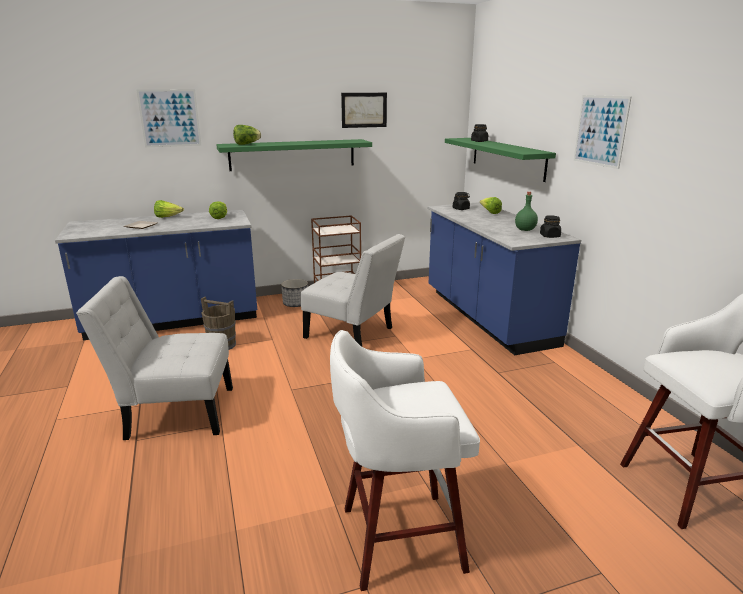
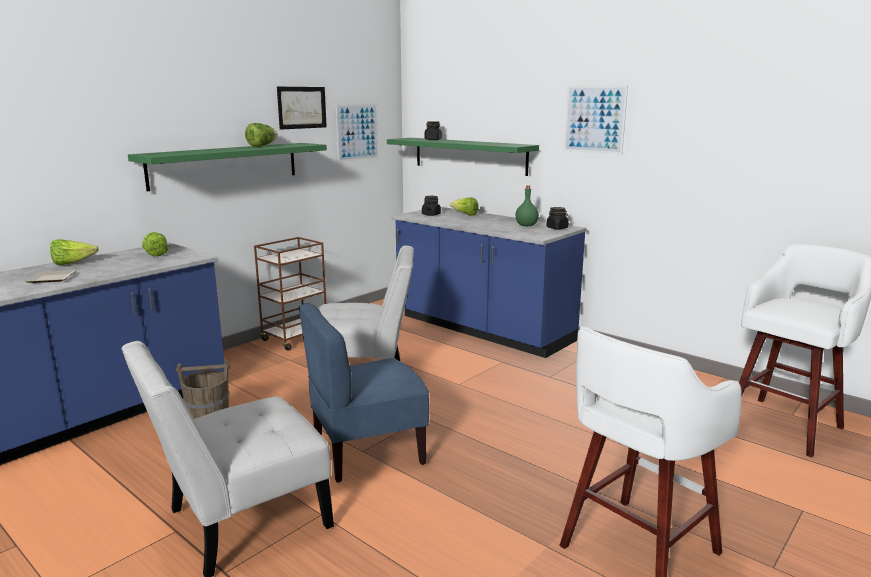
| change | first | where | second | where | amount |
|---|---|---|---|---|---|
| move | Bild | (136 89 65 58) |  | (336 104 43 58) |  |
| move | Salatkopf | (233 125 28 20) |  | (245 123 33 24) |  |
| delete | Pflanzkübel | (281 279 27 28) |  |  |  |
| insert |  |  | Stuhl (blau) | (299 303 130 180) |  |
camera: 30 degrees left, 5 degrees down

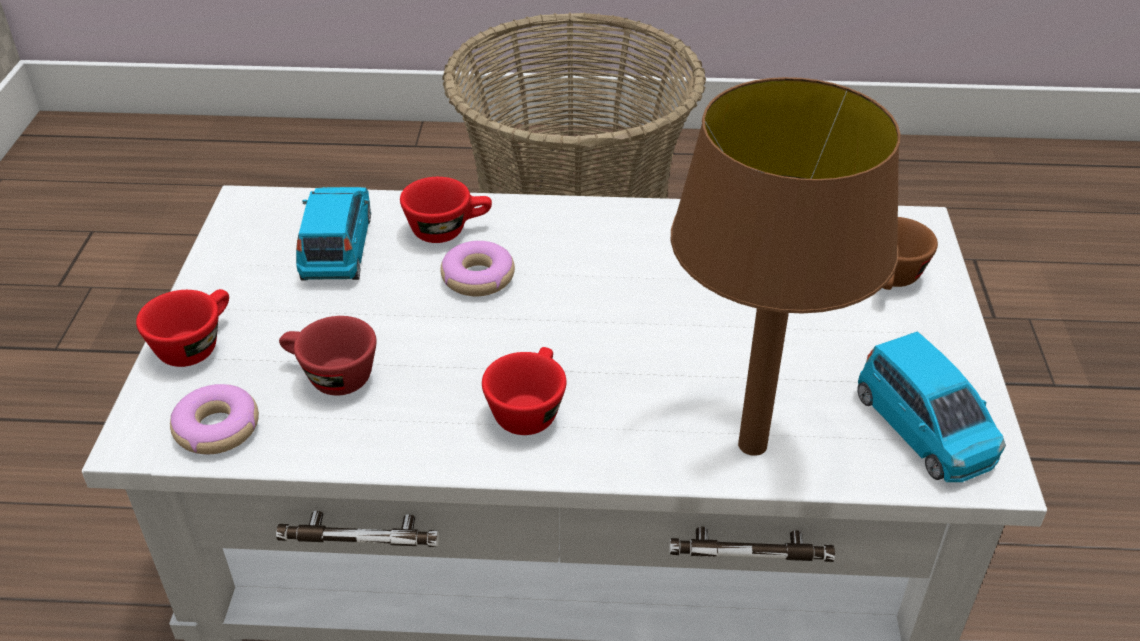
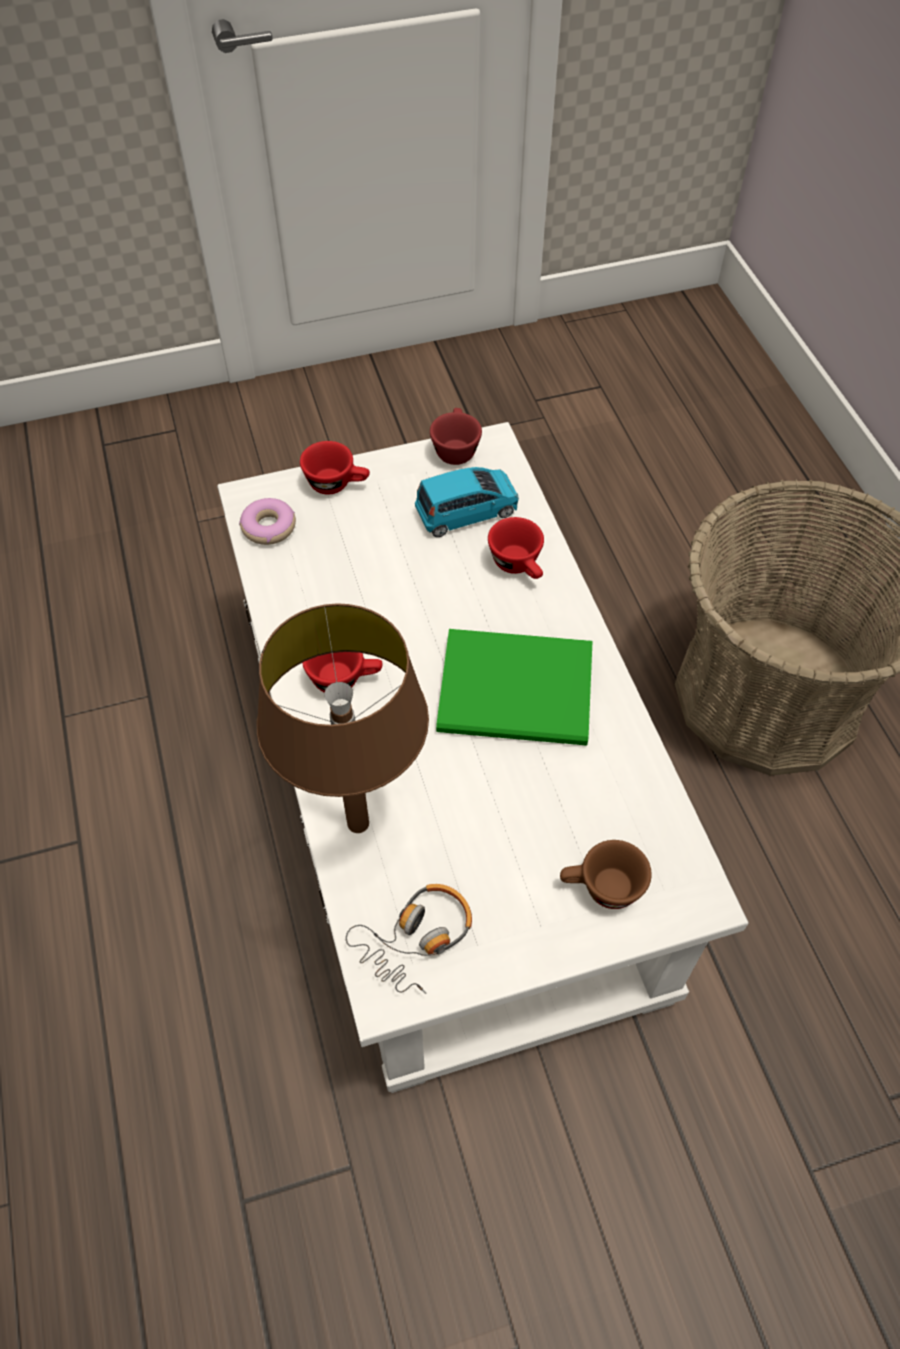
| change | first | where | second | where | amount |
|---|---|---|---|---|---|
| move | Tasse (rot) | (279 316 98 79) |  | (430 408 52 57) |  |
| delete | Donut | (440 241 75 55) |  |  |  |
| replace | Spielzeugauto (blau) | (857 331 149 151) | Kopfhörer | (346 884 126 110) |  |
| insert |  |  | Buch (grün) | (436 629 157 117) |  |
camera: 70 degrees right, 15 degrees up

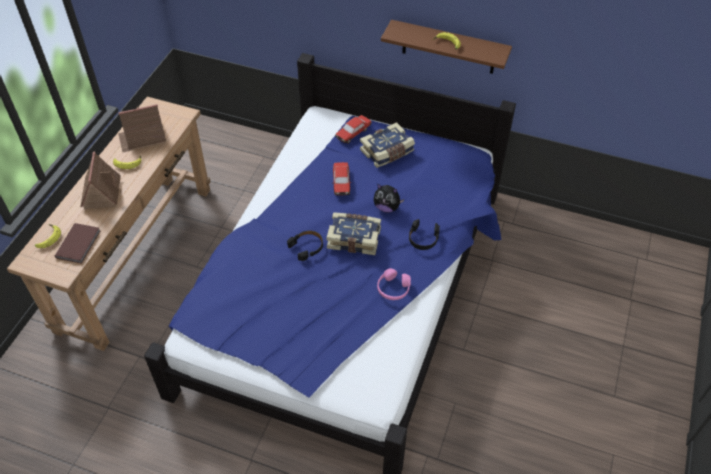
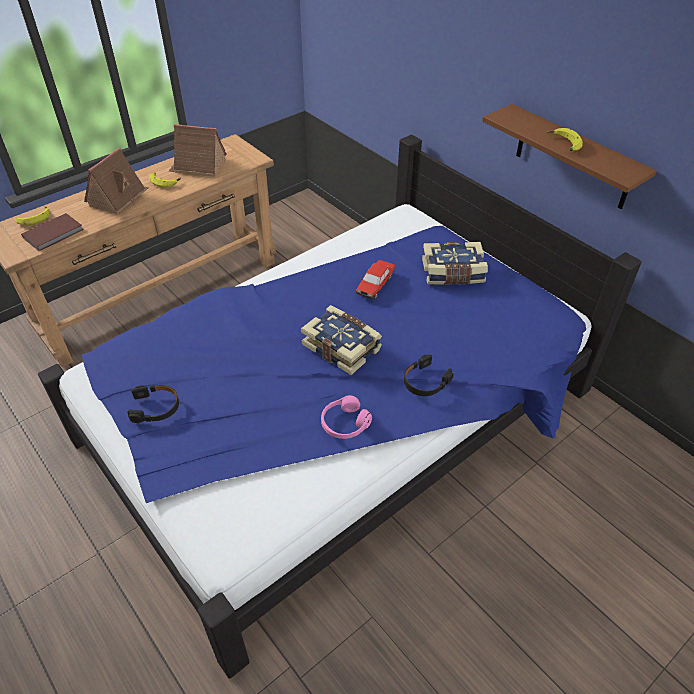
| change | first | where | second | where | amount |
|---|---|---|---|---|---|
| move | Kopfhörer (schwarz) | (287 230 36 31) |  | (127 385 52 38) |  |
| delete | Spielzeugauto | (335 115 36 29) |  |  |  |
| delete | Plüschtier | (374 184 30 29) |  |  |  |
camera: 30 degrees right, 5 degrees down

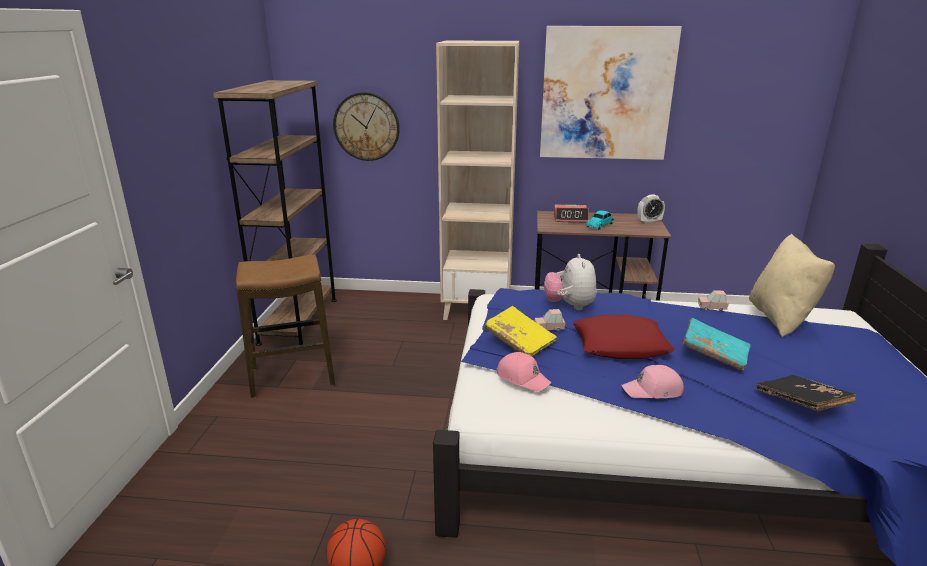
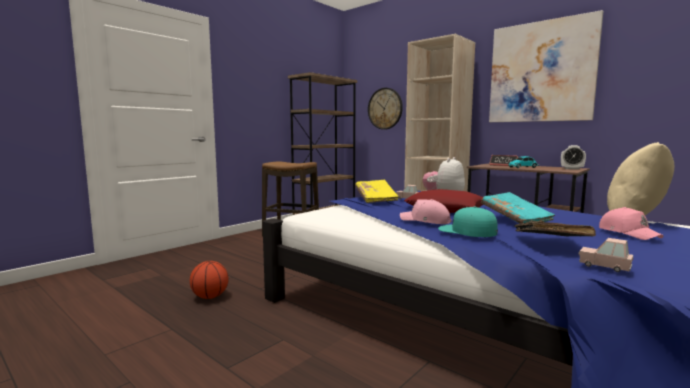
| change | first | where | second | where | amount |
|---|---|---|---|---|---|
| move | Kappe (rosa) | (497 352 54 40) |  | (599 207 64 33) |  |
| move | Spielzeugauto (rosa) | (698 290 31 21) |  | (579 238 54 34) |  |
| insert |  |  | Kappe (türkis) | (438 206 60 31) |  |
camera: 35 degrees right, 15 degrees down

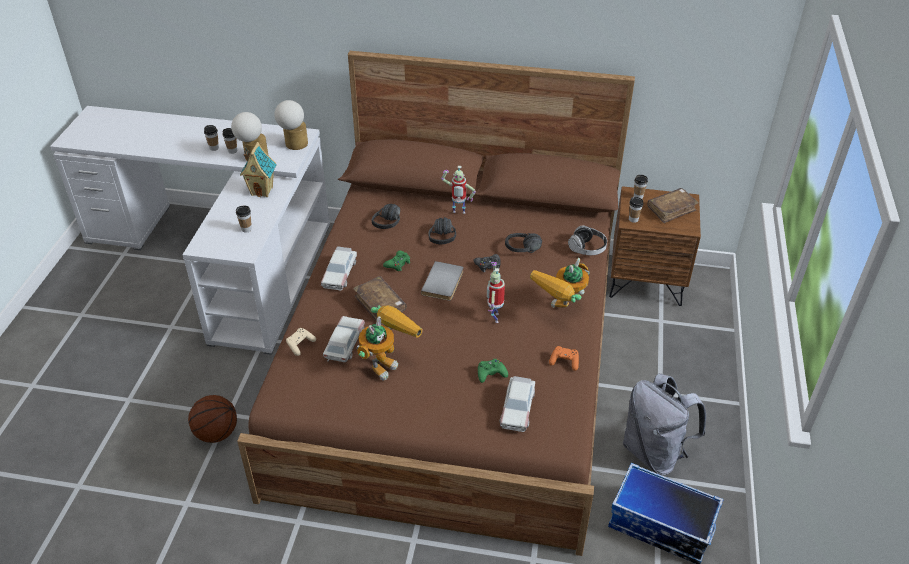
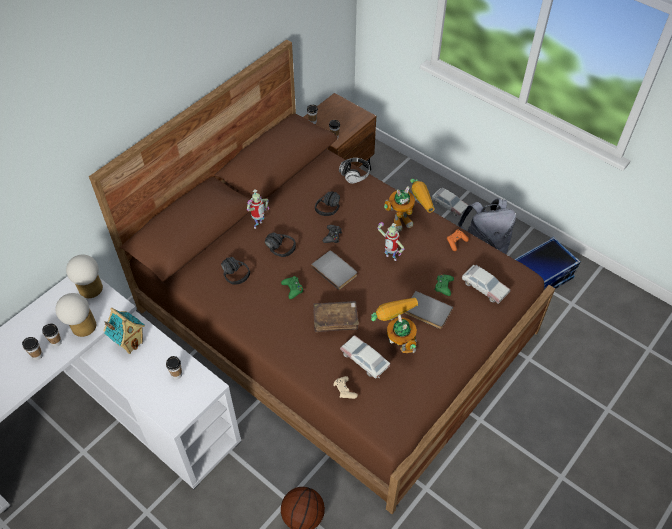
| change | first | where | second | where | amount |
|---|---|---|---|---|---|
| move | Spielzeugauto | (321 246 36 44) |  | (431 187 38 30) |  |
| rotate | Spielzeugroboter | (530 258 60 50) |  | (384 179 51 52) | 90 degrees counterclockwise |
| delete | Buch (braun) | (647 188 52 35) |  |  |  |
| insert |  |  | Buch (grau) | (405 291 48 38) |  |
camera: 60 degrees left, 10 degrees up

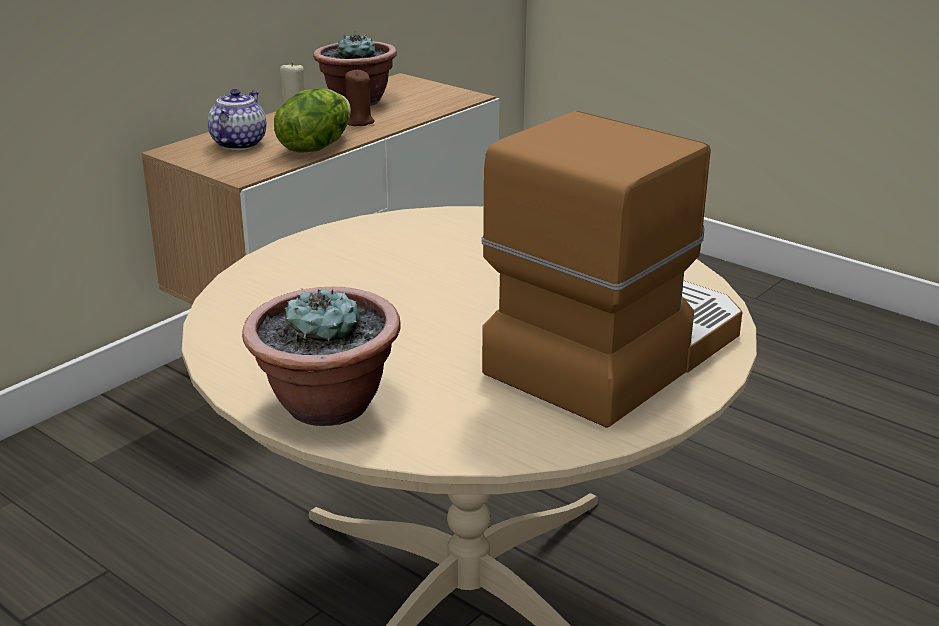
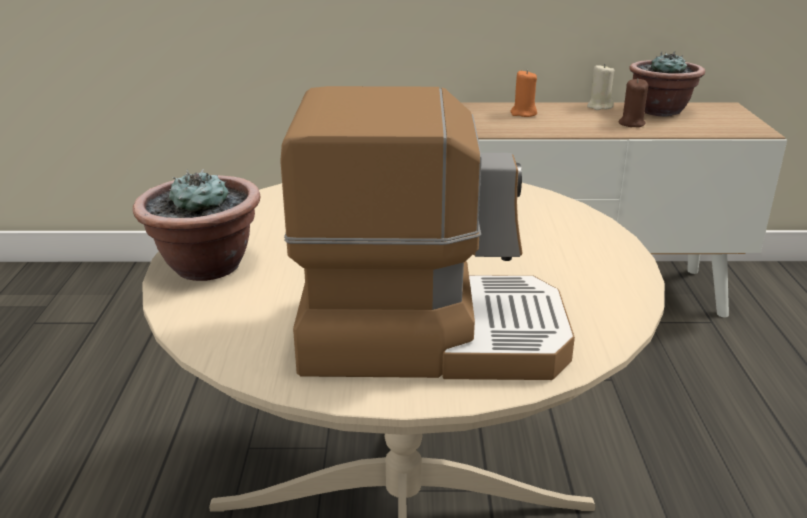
| change | first | where | second | where | amount |
|---|---|---|---|---|---|
| replace | Teekanne | (208 89 58 61) | Kerze (orange) | (510 70 27 47) |  |
| delete | Salatkopf | (274 88 77 64) |  |  |  |
camera: 50 degrees right, 0 degrees up

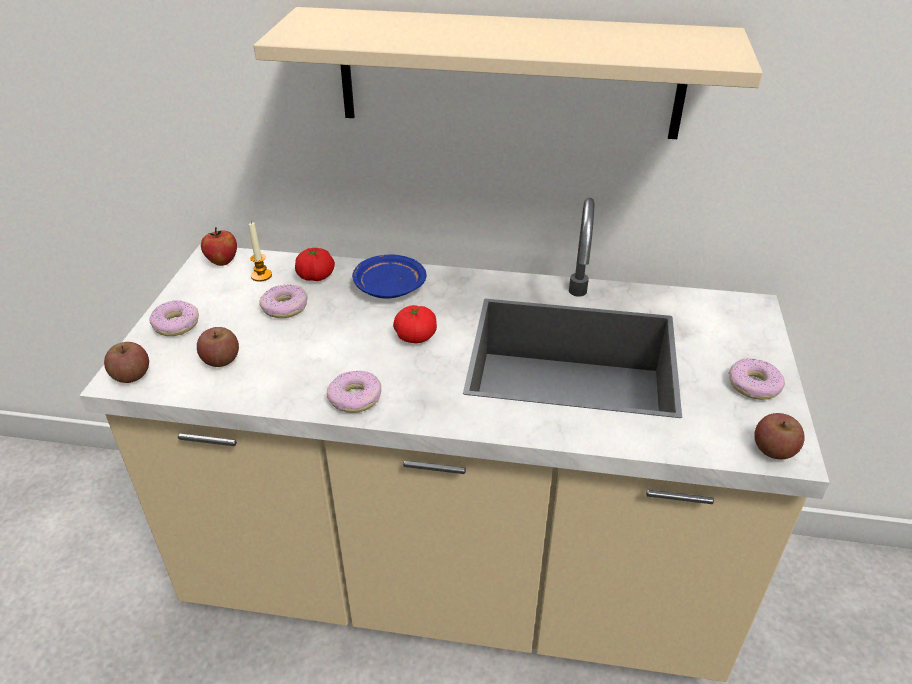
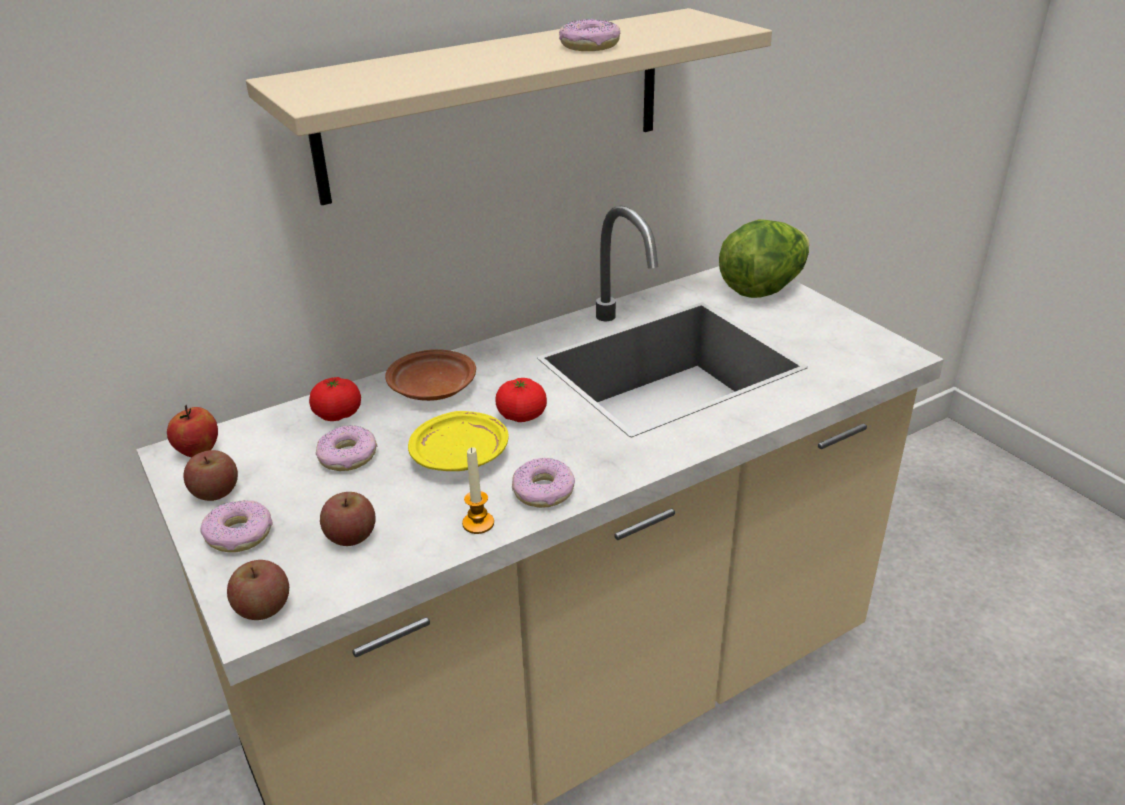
| change | first | where | second | where | amount |
|---|---|---|---|---|---|
| move | Kerze | (249 222 23 60) |  | (462 447 32 87) |  |
| recolor | Teller (blau) | (352 255 74 43) | Teller (braun) | (385 349 91 52) |  |
| move | Donut | (728 358 57 42) |  | (559 19 61 32) |  |
| move | Apfel | (754 413 51 47) |  | (183 450 55 51) |  |
| insert |  |  | Teller (gelb) | (408 411 101 60) |  |
| insert |  |  | Salatkopf | (719 219 90 79) |  |
camera: 40 degrees left, 5 degrees down

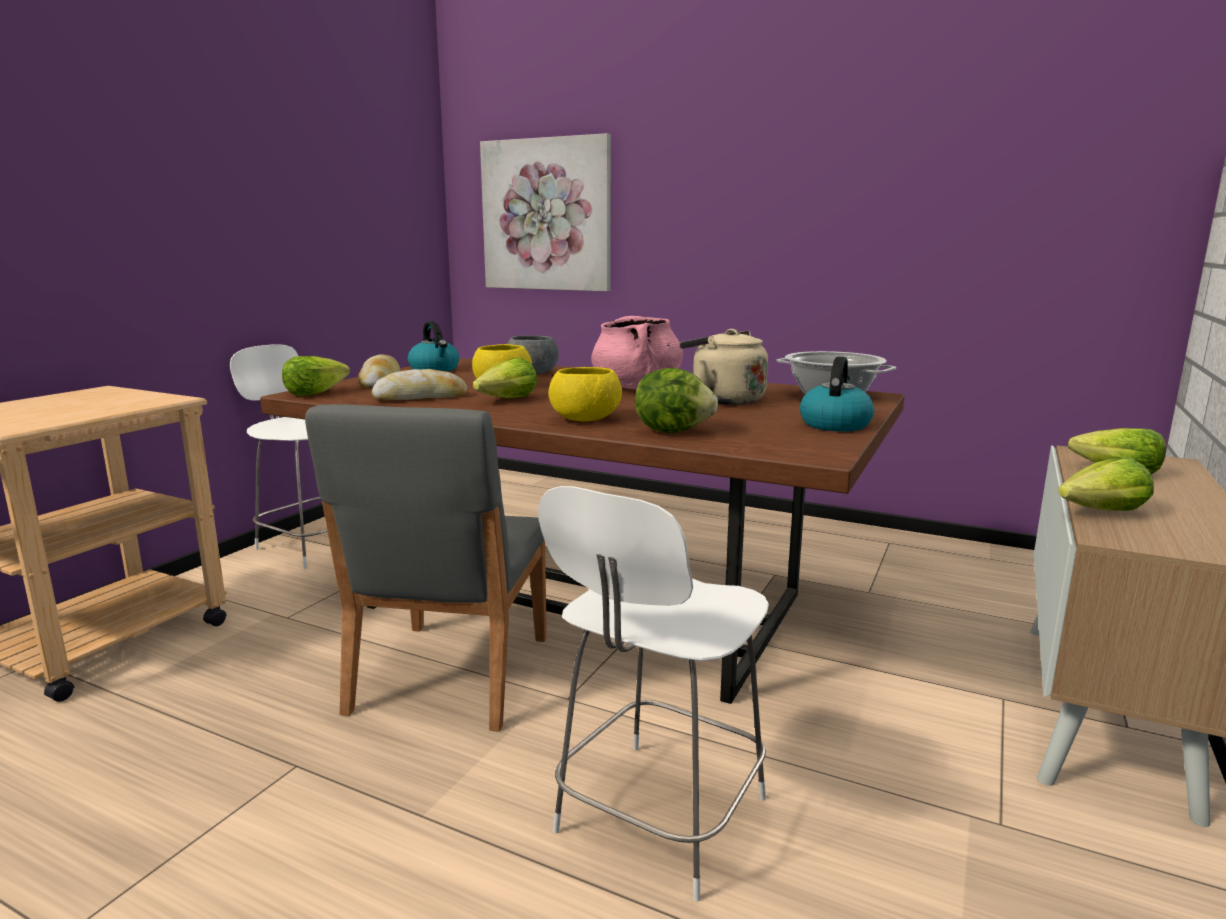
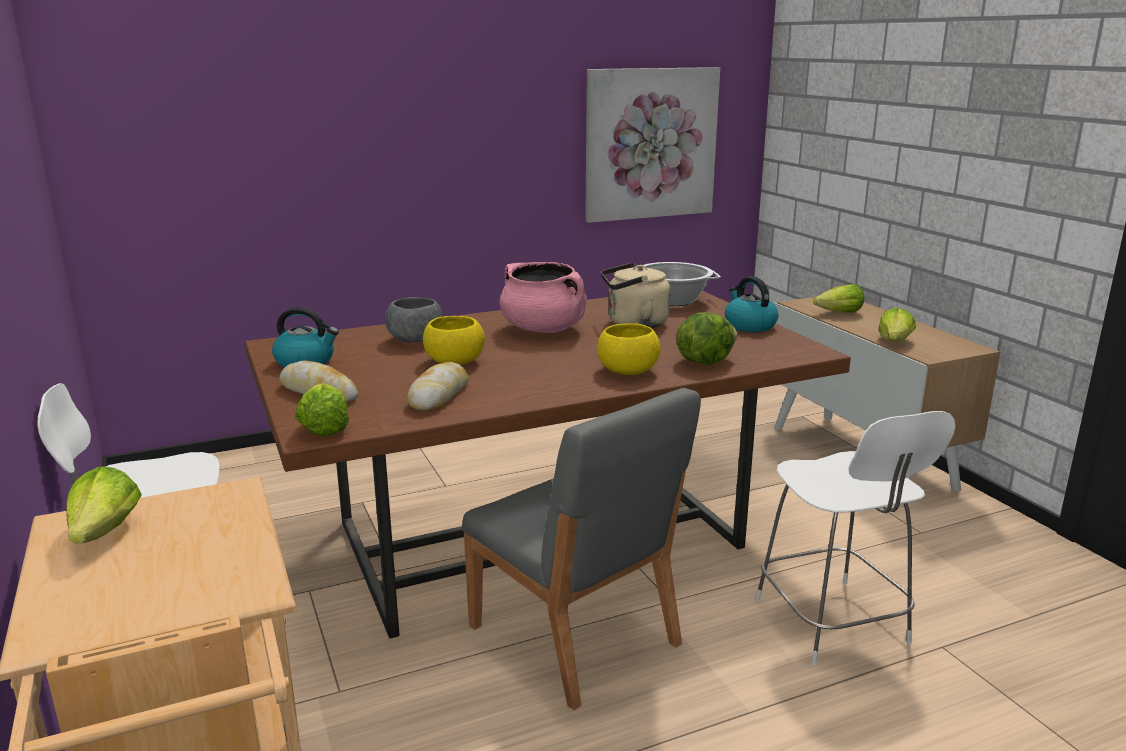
| change | first | where | second | where | amount |
|---|---|---|---|---|---|
| move | Salatkopf | (473 357 64 41) |  | (66 466 76 78) |  |
| move | Bild | (480 133 131 158) |  | (585 67 135 156) |  |
camera: 50 degrees left, 5 degrees up

